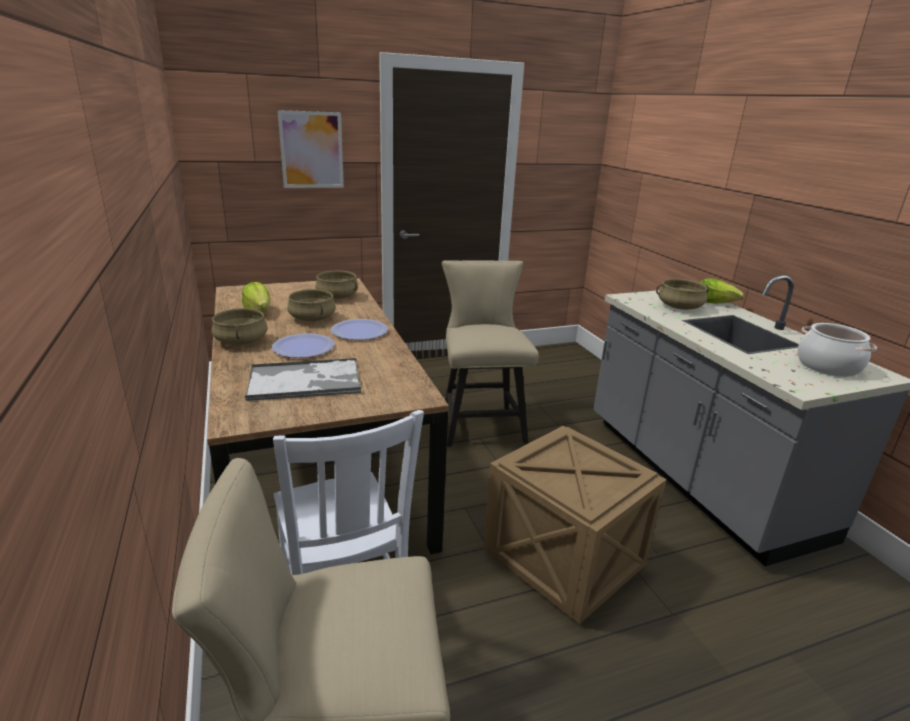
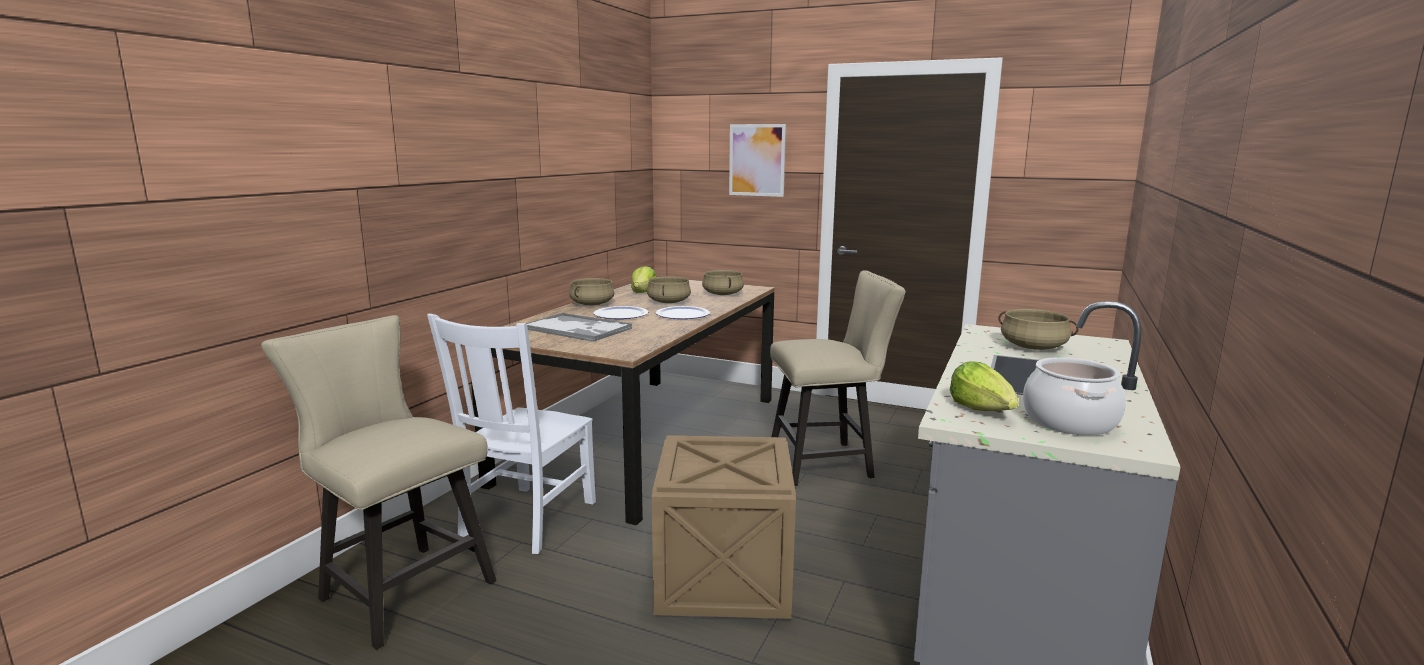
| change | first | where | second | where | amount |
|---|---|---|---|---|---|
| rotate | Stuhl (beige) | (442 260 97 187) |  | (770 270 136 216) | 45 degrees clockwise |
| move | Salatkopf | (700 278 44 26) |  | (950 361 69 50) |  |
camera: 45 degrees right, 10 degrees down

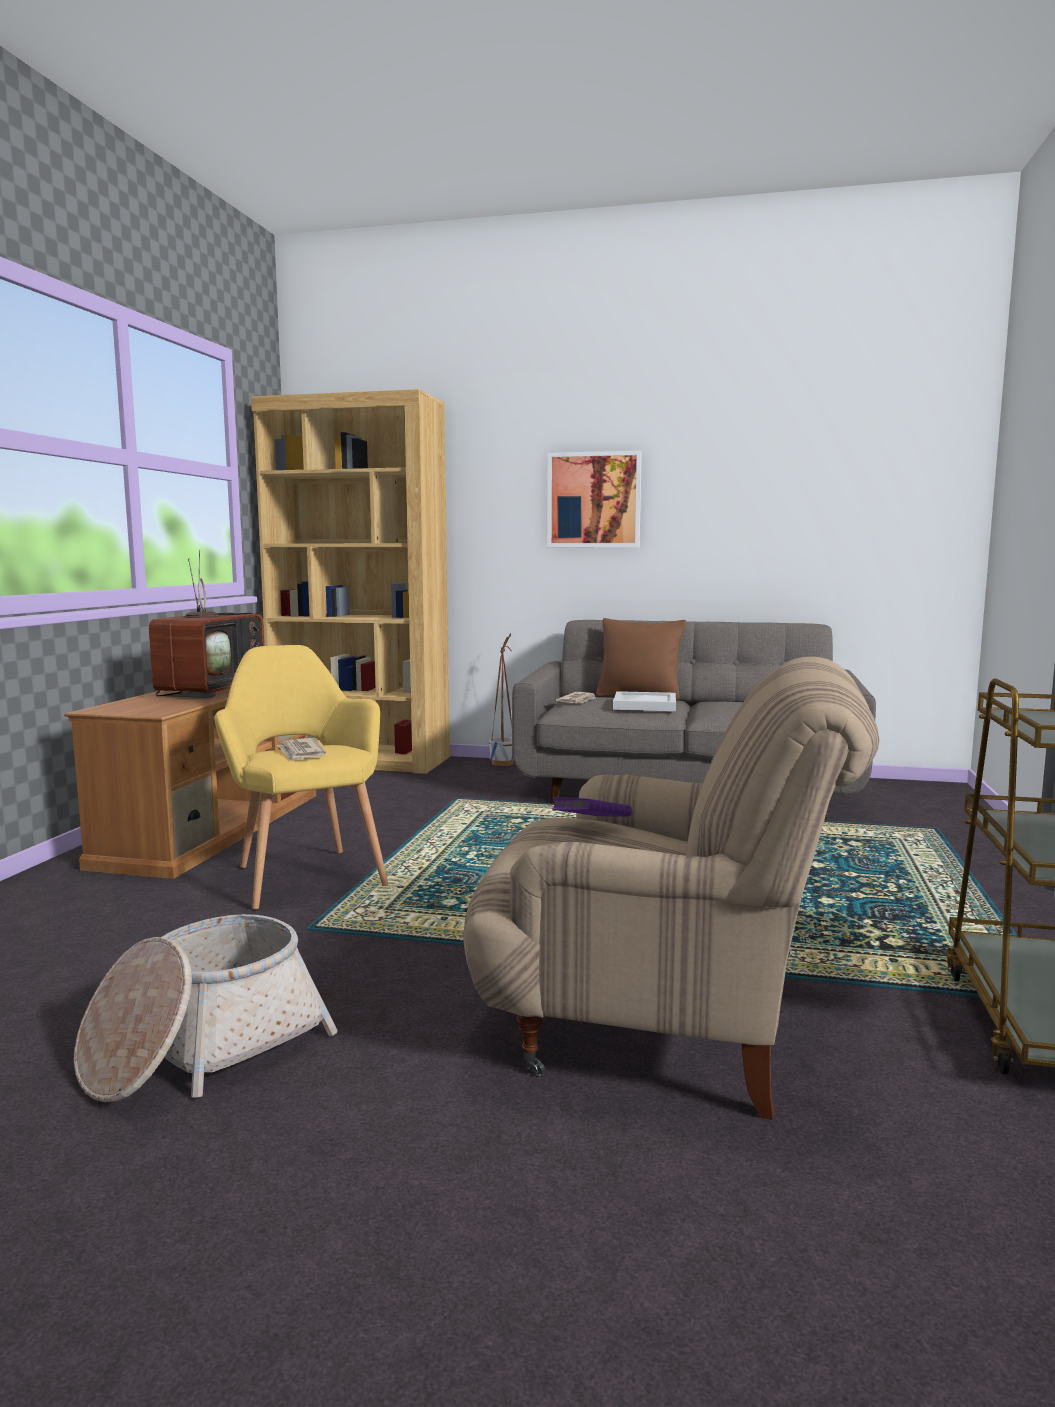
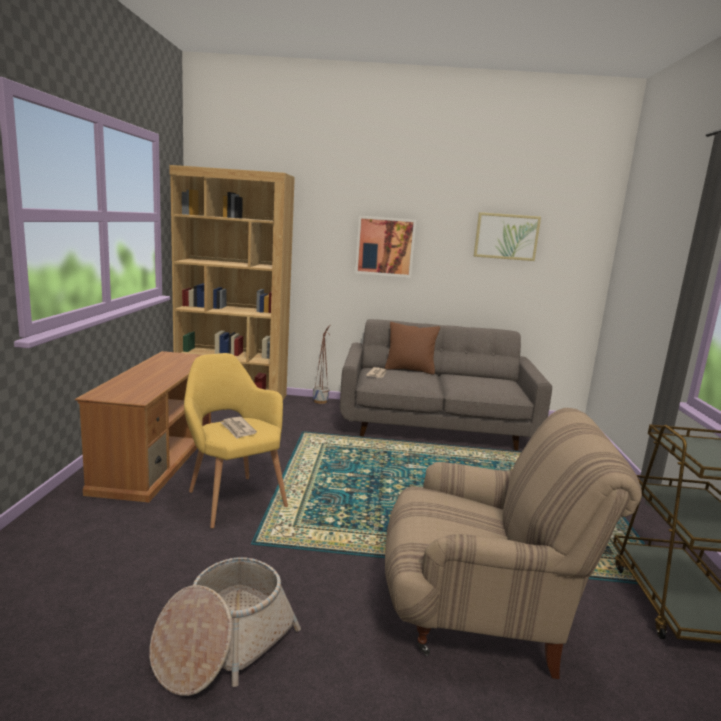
| change | first | where | second | where | amount |
|---|---|---|---|---|---|
| delete | Fernseher | (149 549 115 149) |  |  |  |
| delete | Buch (lila) | (552 797 80 19) |  |  |  |
| delete | Tablett (weiß) | (613 691 63 20) |  |  |  |
| insert |  |  | Bild | (474 212 67 49) |  |
camera: 10 degrees left, 5 degrees up

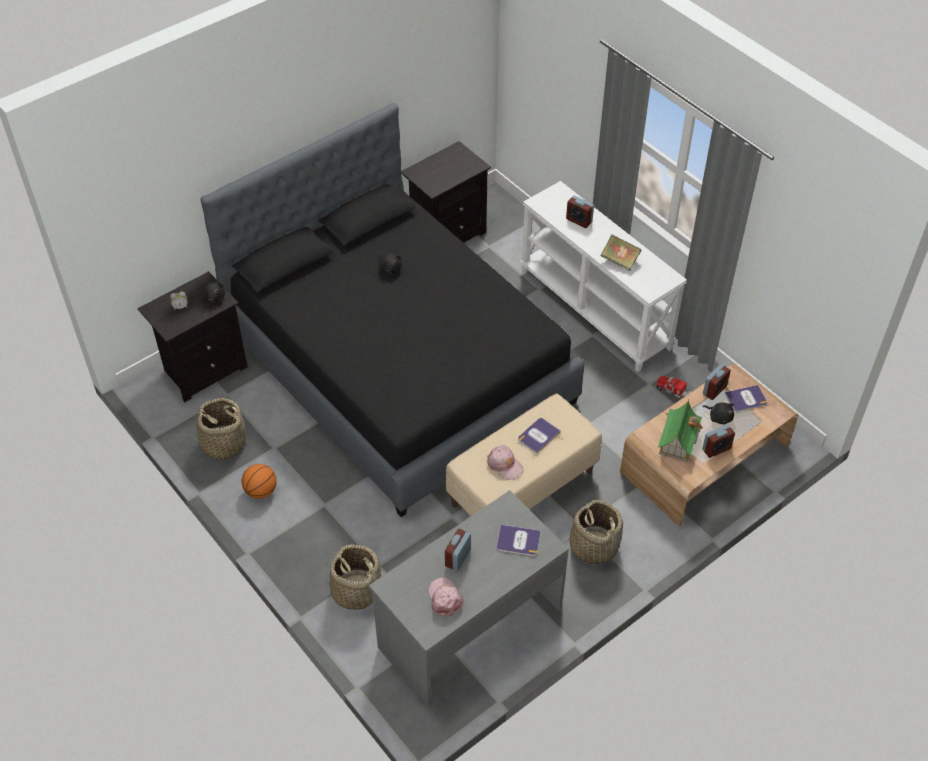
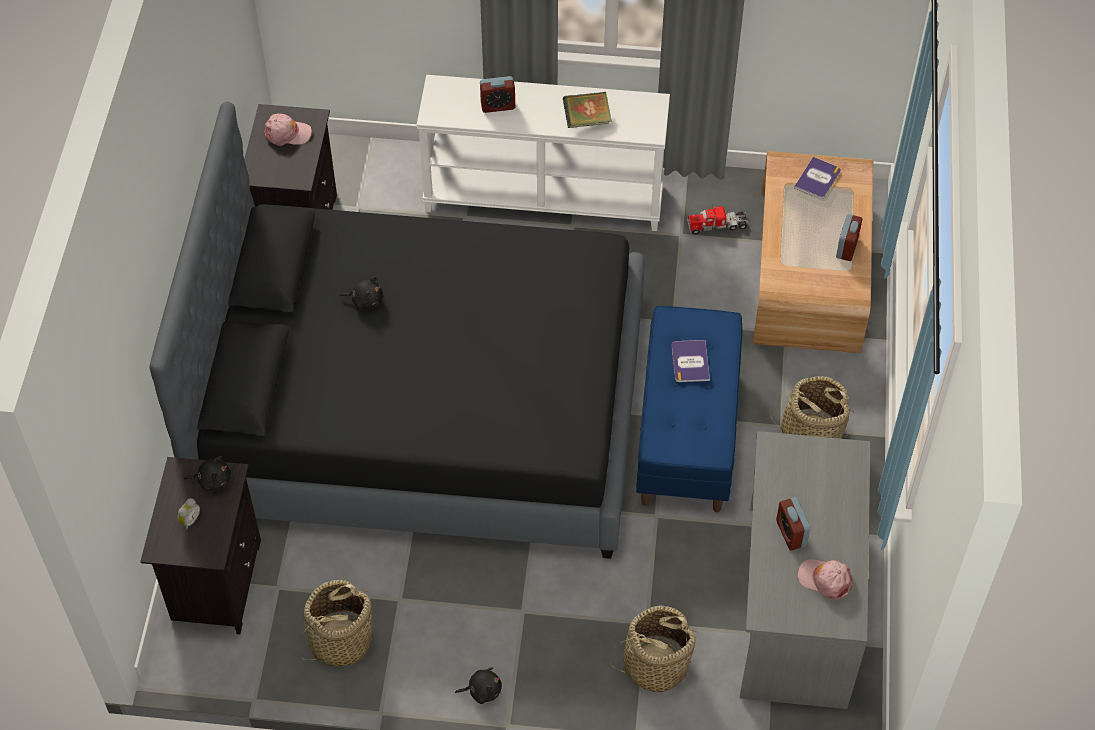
| change | first | where | second | where | amount |
|---|---|---|---|---|---|
| delete | Basketball | (242 464 35 35) |  |  |  |
| recolor | Bank (beige) | (446 393 156 123) | Bank (blau) | (636 306 106 206) |  |
| move | Kappe (rosa) | (487 445 36 35) |  | (264 114 48 32) |  |
| delete | Buch | (496 525 45 31) |  |  |  |
| delete | Spielzeughaus | (658 399 45 63) |  |  |  |
| delete | Wecker | (703 364 28 36) |  |  |  |
| move | Plüschtier (schwarz) | (703 403 31 21) |  | (455 667 47 37) |  |
camera: 45 degrees left, 5 degrees up

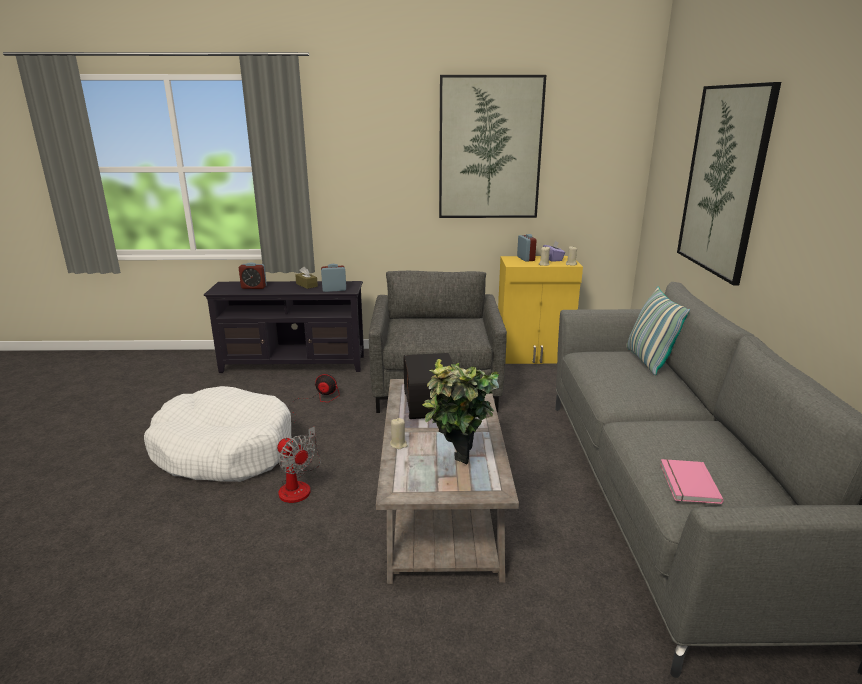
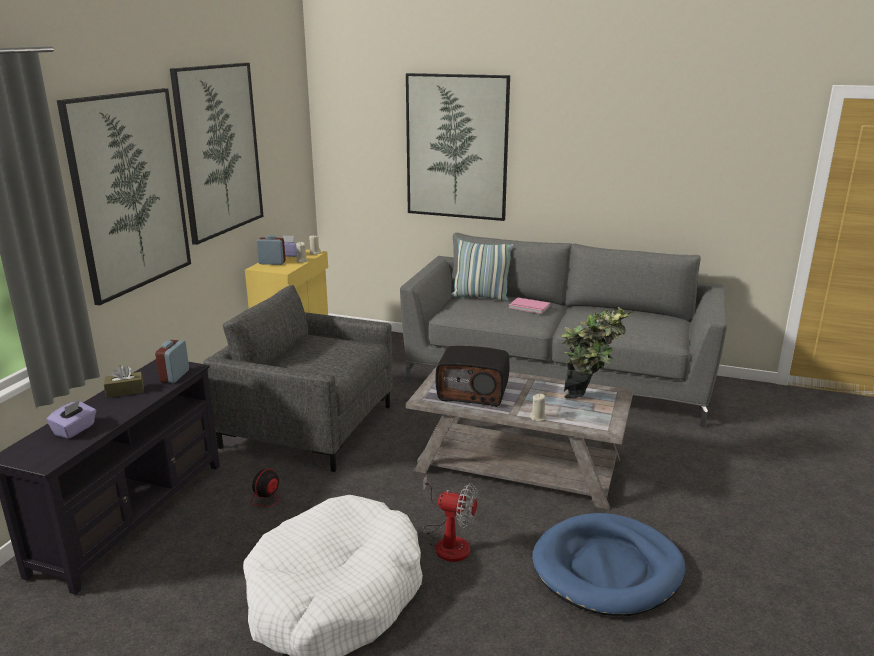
| change | first | where | second | where | amount |
|---|---|---|---|---|---|
| replace | Wecker | (239 262 28 27) | Taschentuchbox (lila) | (46 400 50 39) |  |
| rotate | Ventilator | (277 426 44 77) |  | (423 475 56 87) | 45 degrees clockwise |
| move | Buch (rosa) | (660 459 63 45) |  | (509 297 41 17) |  |
| insert |  |  | Bild | (57 88 134 217) |  |
| insert |  |  | Hundebett (blau) | (532 513 153 103) |  |
camera: 70 degrees left, 0 degrees up

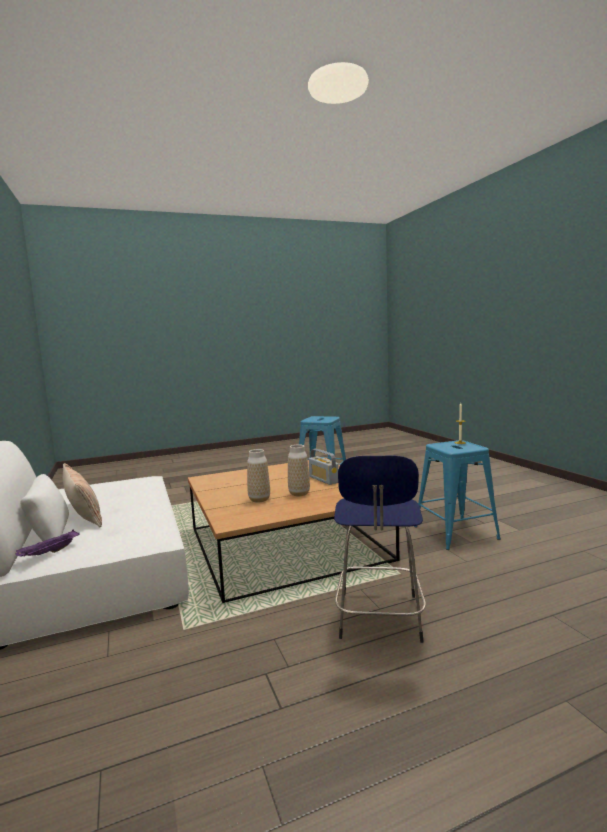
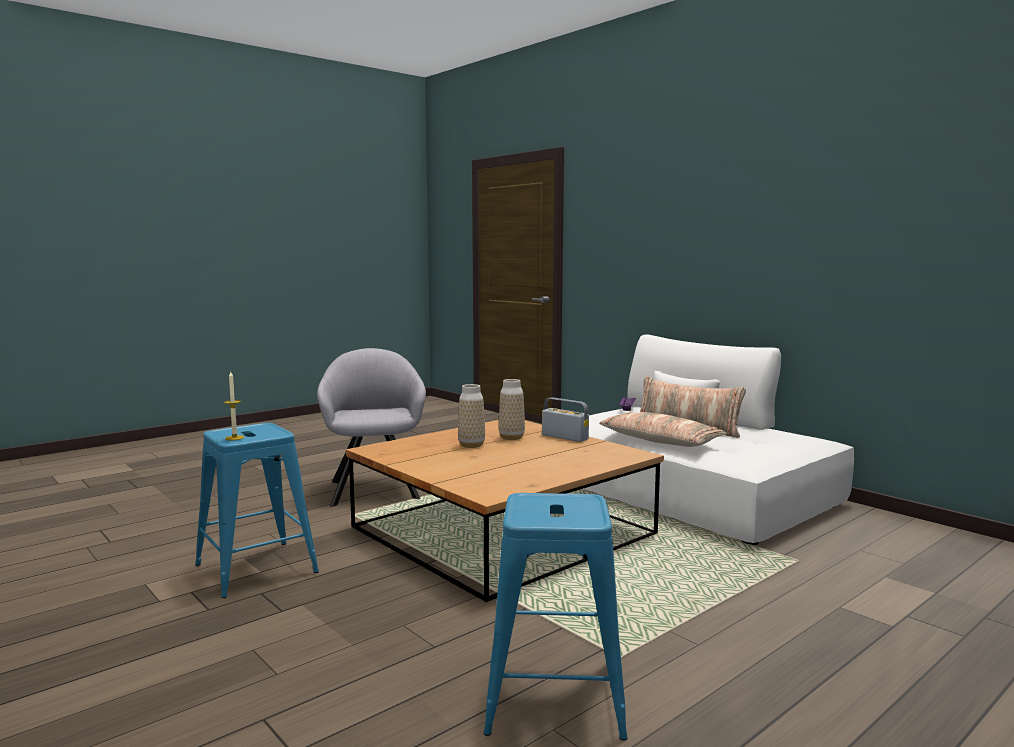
| change | first | where | second | where | amount |
|---|---|---|---|---|---|
| move | Radio | (309 449 30 36) |  | (542 397 47 45) |  |
| replace | Hocker (blau) | (334 456 92 187) | Sessel (grau) | (317 348 109 159) |  |
| insert |  |  | Kissen | (599 412 128 35) |  |
camera: 160 degrees right, 0 degrees up

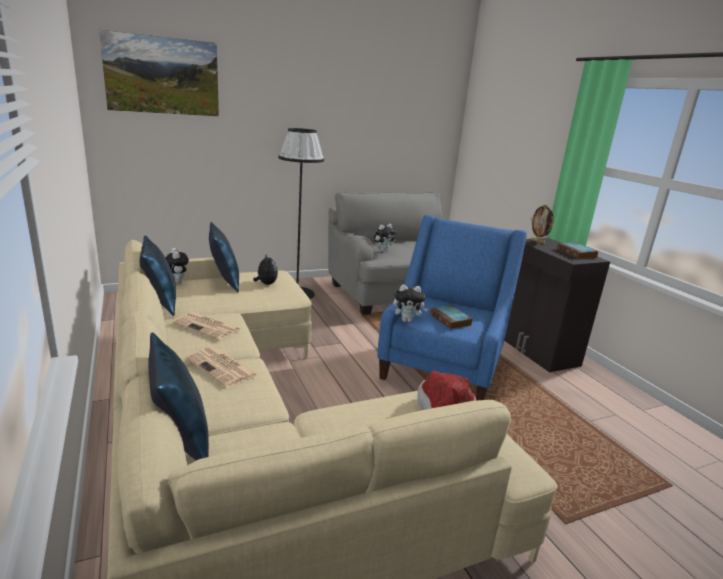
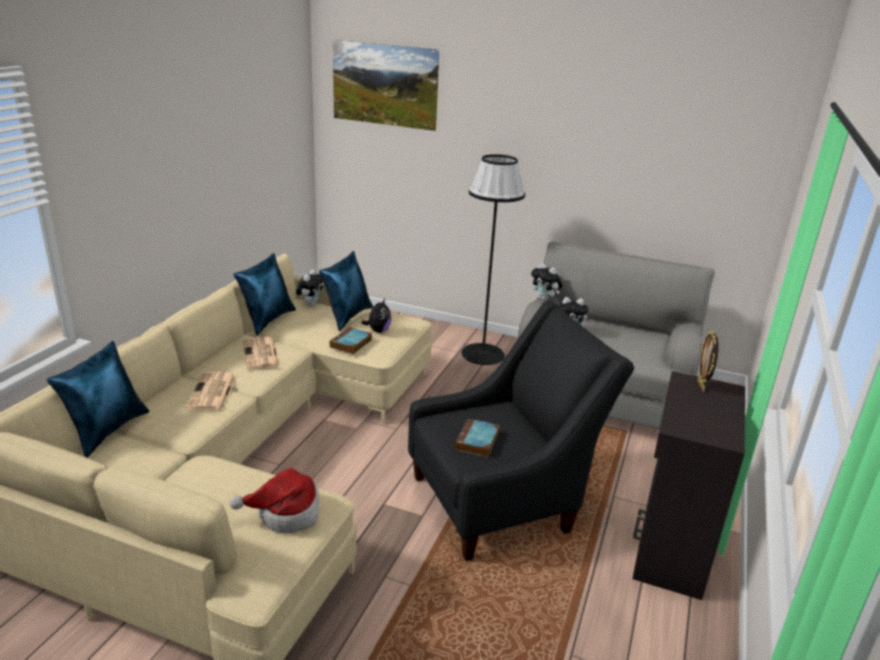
| change | first | where | second | where | amount |
|---|---|---|---|---|---|
| recolor | Sessel (blau) | (377 215 150 186) | Sessel (schwarz) | (408 301 226 260) |  |
| move | Plüschtier | (393 284 35 38) |  | (531 263 32 38) |  |
| move | Buch | (557 243 41 16) |  | (330 327 42 27) |  |
camera: 45 degrees right, 5 degrees up

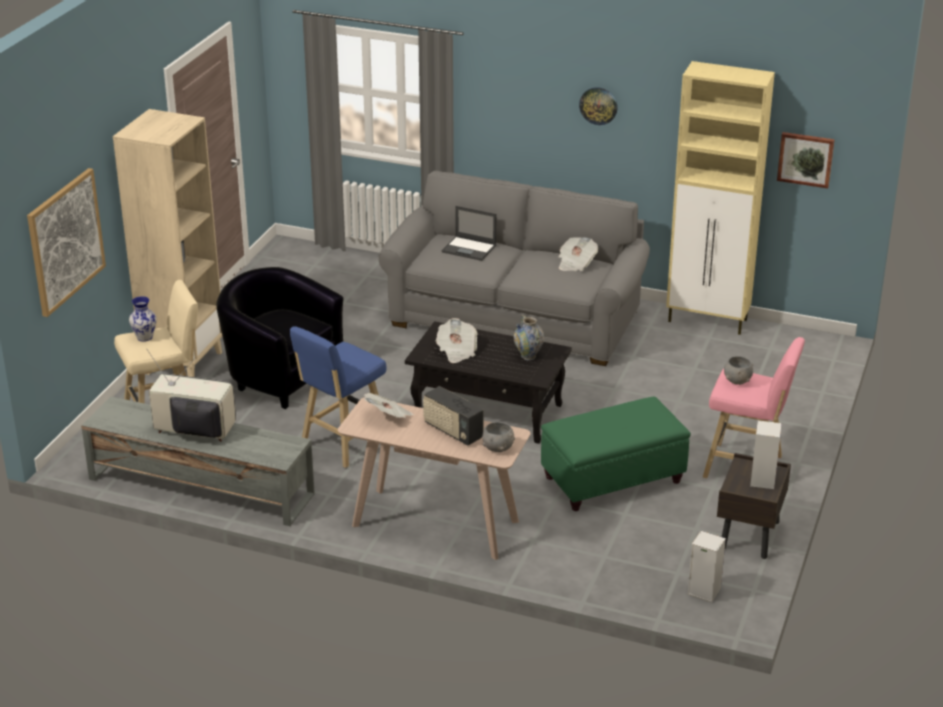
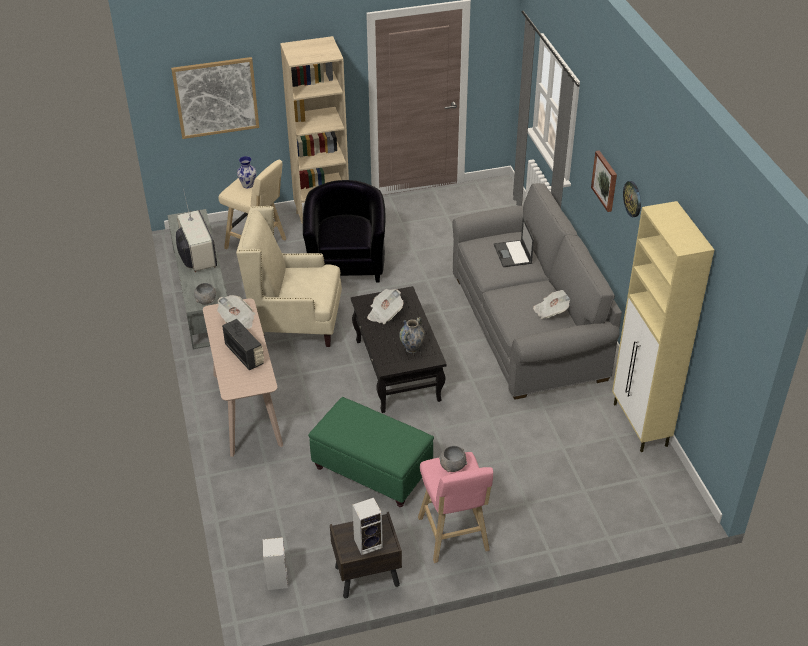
| change | first | where | second | where | amount |
|---|---|---|---|---|---|
| replace | Hocker (blau) | (290 326 96 142) | Sessel (beige) | (236 206 106 141) |  |
| rotate | Radio | (423 386 61 60) |  | (222 319 42 51) | 135 degrees clockwise |
| move | Schüssel (grau) | (482 422 33 30) |  | (194 283 22 22) |  |
| move | Bild | (777 132 58 56) |  | (591 150 26 62) |  |
camera: 55 degrees right, 10 degrees up

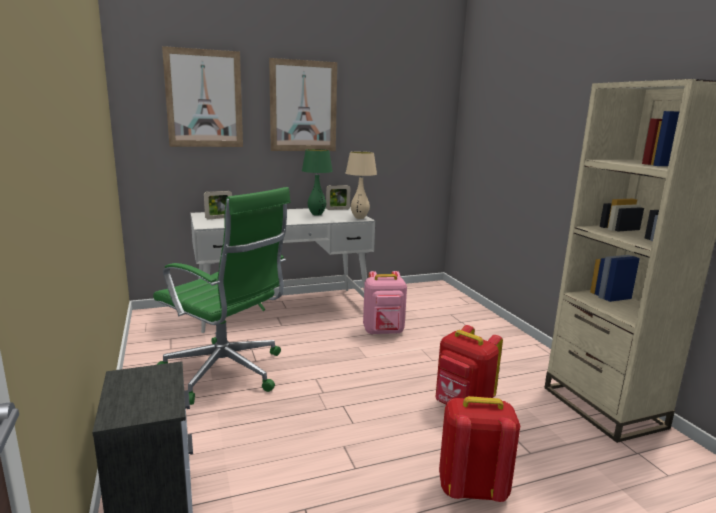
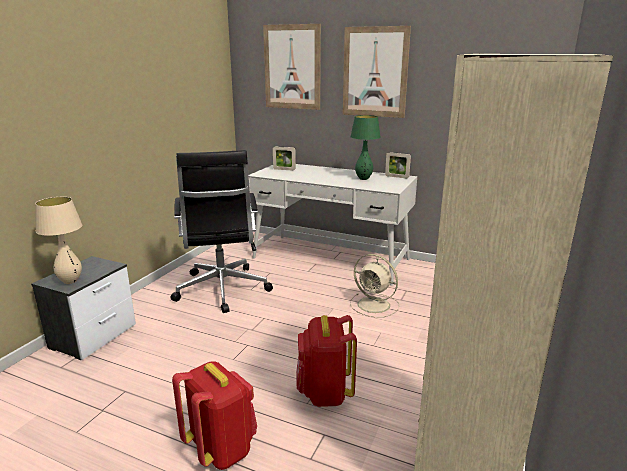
| change | first | where | second | where | amount |
|---|---|---|---|---|---|
| recolor | Bürostuhl (grün) | (153 187 138 218) | Bürostuhl (schwarz) | (171 150 102 163) |  |
| move | Tischlampe (beige) | (346 151 31 68) |  | (35 197 47 87) |  |
| replace | Rucksack (rosa) | (363 271 44 64) | Ventilator (beige) | (350 254 50 64) |  |
camera: 45 degrees right, 5 degrees up

